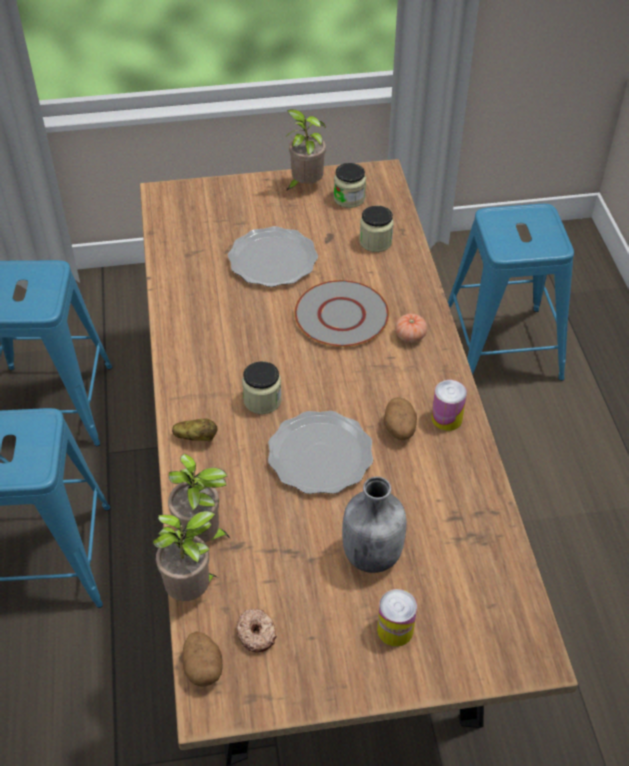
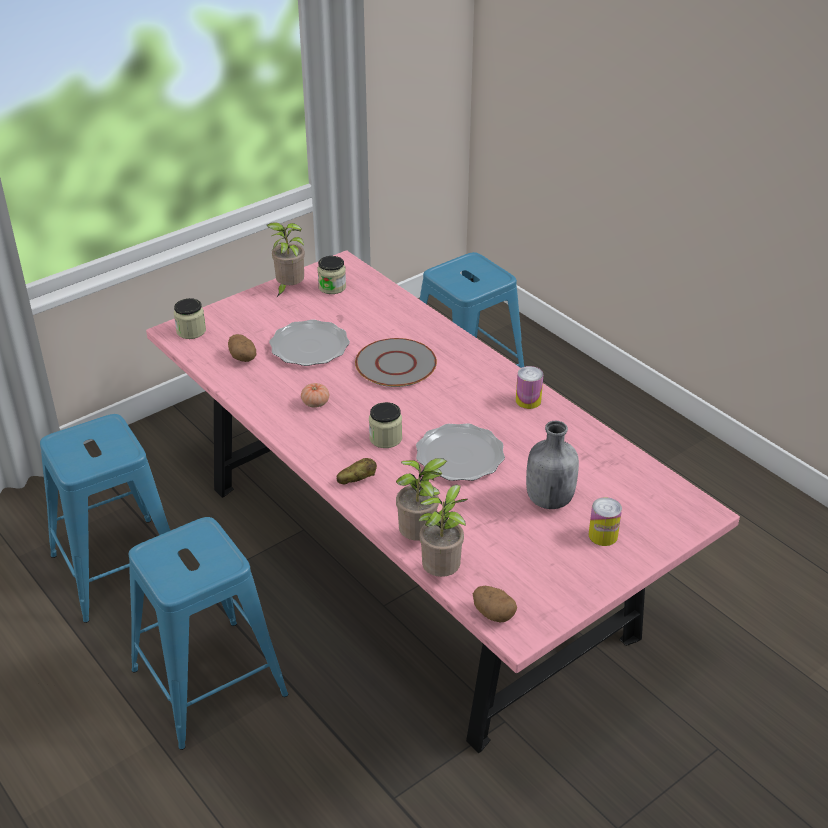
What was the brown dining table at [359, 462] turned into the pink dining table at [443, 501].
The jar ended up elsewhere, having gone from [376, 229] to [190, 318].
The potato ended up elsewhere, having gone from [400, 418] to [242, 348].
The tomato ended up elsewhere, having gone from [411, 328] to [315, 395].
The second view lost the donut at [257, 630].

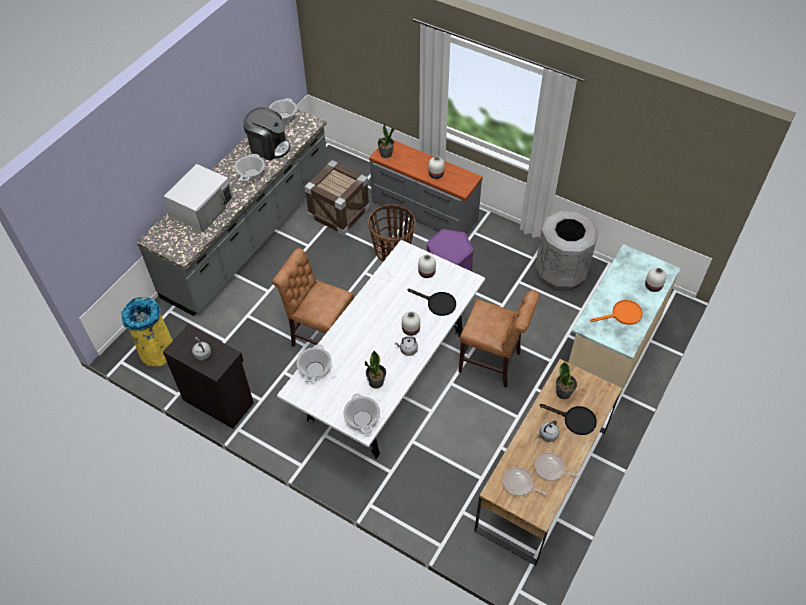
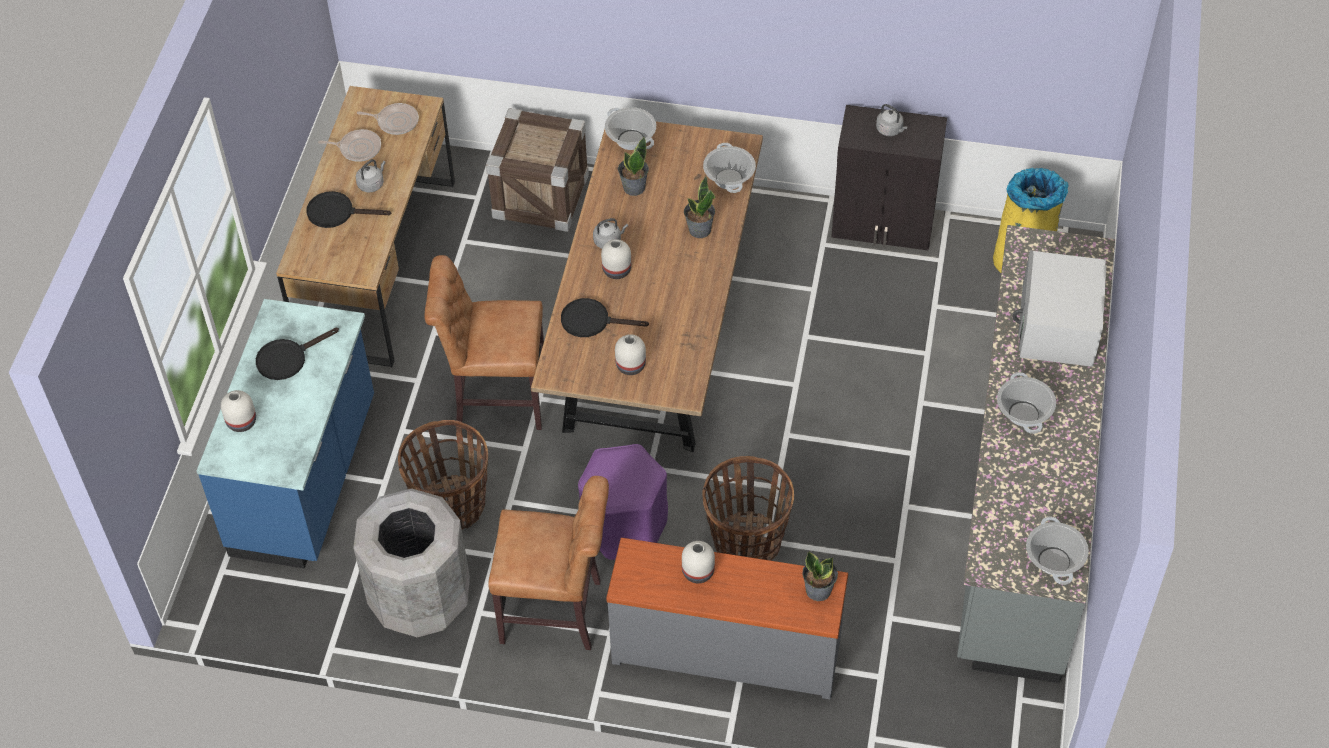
What was the beige counter at [624, 320] turned into the blue counter at [285, 434].
What was the orange frying pan at [616, 312] turned into the black frying pan at [297, 354].
The second view gained the basket at [443, 475].
The crate ended up elsewhere, having gone from [337, 198] to [537, 170].
The brown chair ended up elsewhere, having gone from [313, 297] to [548, 563].
What was the white dining table at [381, 349] turned into the brown dining table at [647, 286].
The potted plant ended up elsewhere, having gone from [566, 380] to [699, 207].
The second view lost the coffee machine at [266, 134].

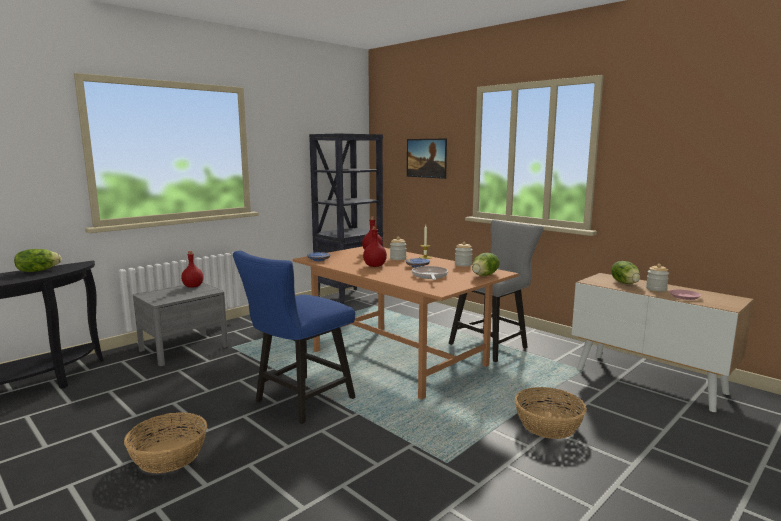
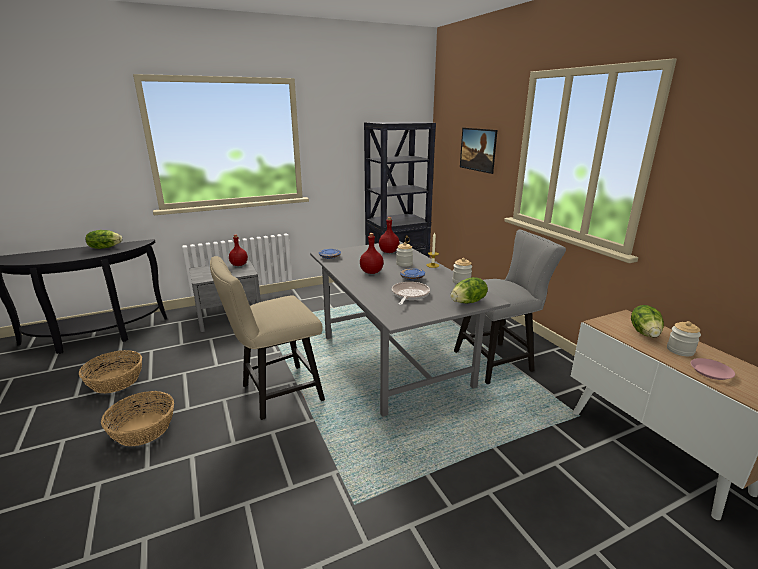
The basket ended up elsewhere, having gone from [551, 413] to [110, 371].
What was the blue chair at [294, 337] turned into the beige chair at [267, 338].
What was the brown dining table at [405, 323] turned into the grey dining table at [410, 329].

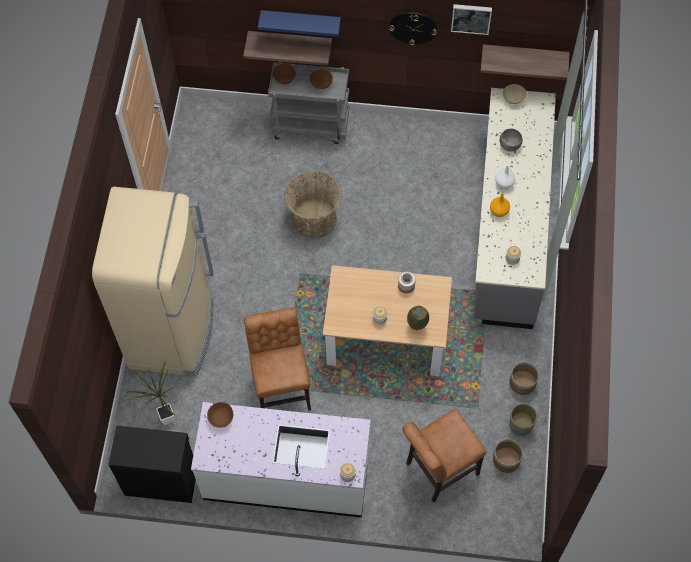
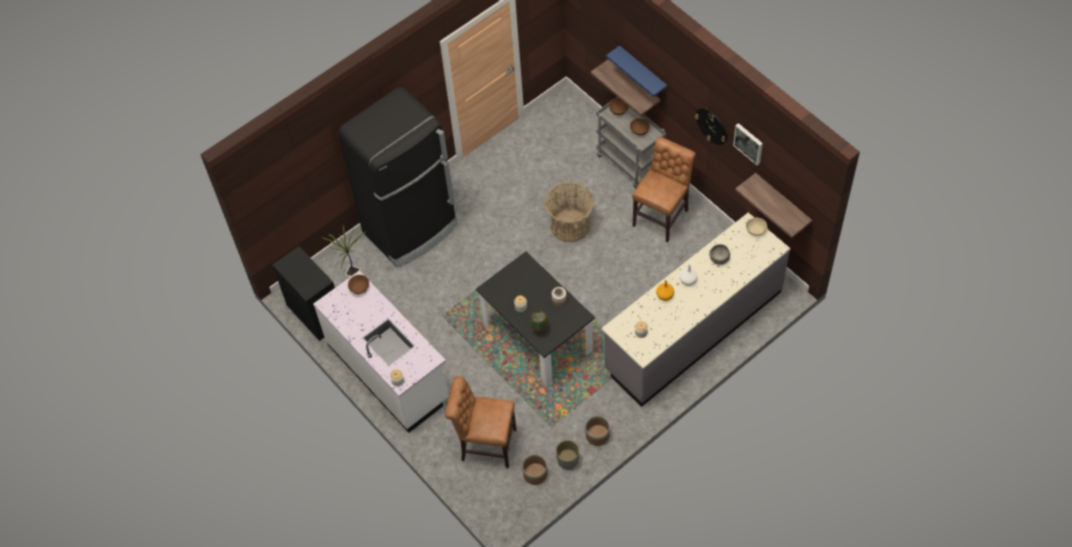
What was the beige fridge at [152, 281] turned into the black fridge at [398, 177].
What was the beige dining table at [387, 320] turned into the black dining table at [535, 319].
The brown chair ended up elsewhere, having gone from [277, 359] to [664, 190].

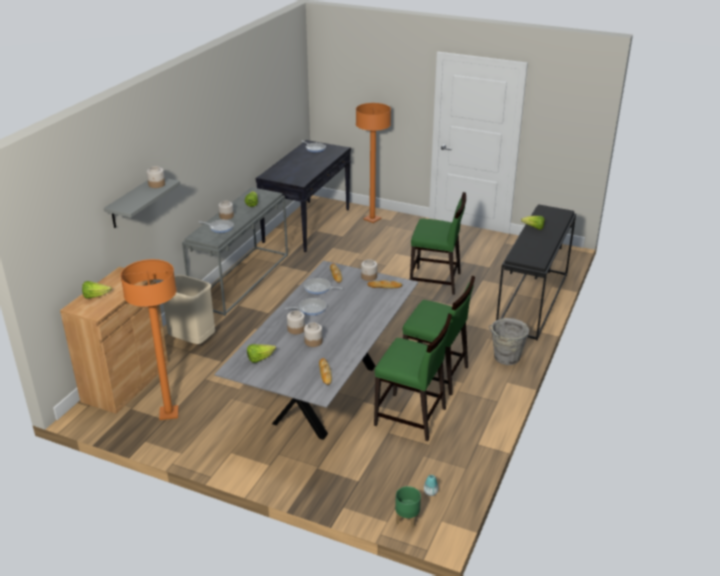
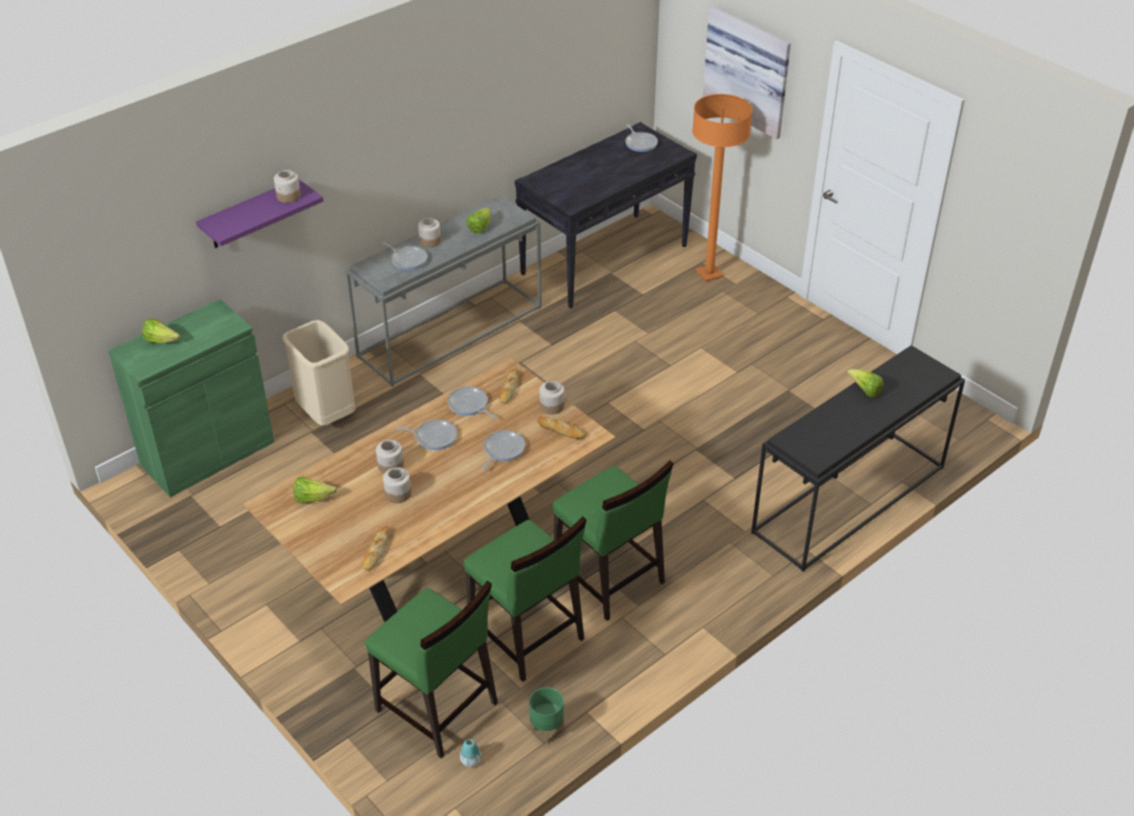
What was the brown cabinet at [114, 340] turned into the green cabinet at [191, 398].
What was the grey shelf at [142, 203] turned into the purple shelf at [260, 213].
What was the grey dining table at [316, 350] turned into the brown dining table at [429, 490].
The green chair ended up elsewhere, having gone from [438, 243] to [431, 669].
The second view gained the frying pan at [503, 450].
The green planter ended up elsewhere, having gone from [408, 507] to [546, 715].
The second view gained the picture at [747, 72].
The second view lost the orange floor lamp at [149, 339].
The second view lost the grey bucket at [509, 341].

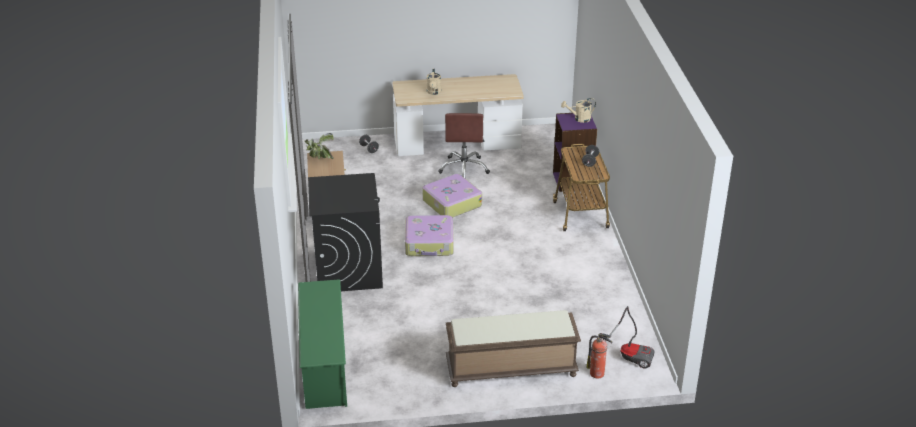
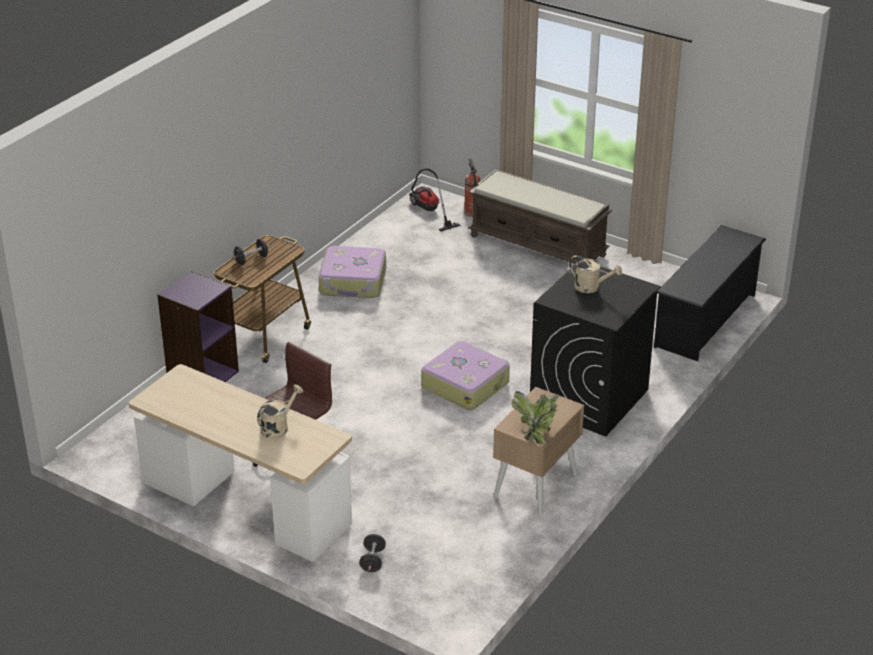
The suitcase ended up elsewhere, having gone from [452, 195] to [352, 272].
The beige watering can ended up elsewhere, having gone from [578, 110] to [595, 274].
What was the green shoe rack at [322, 344] turned into the black shoe rack at [710, 293].

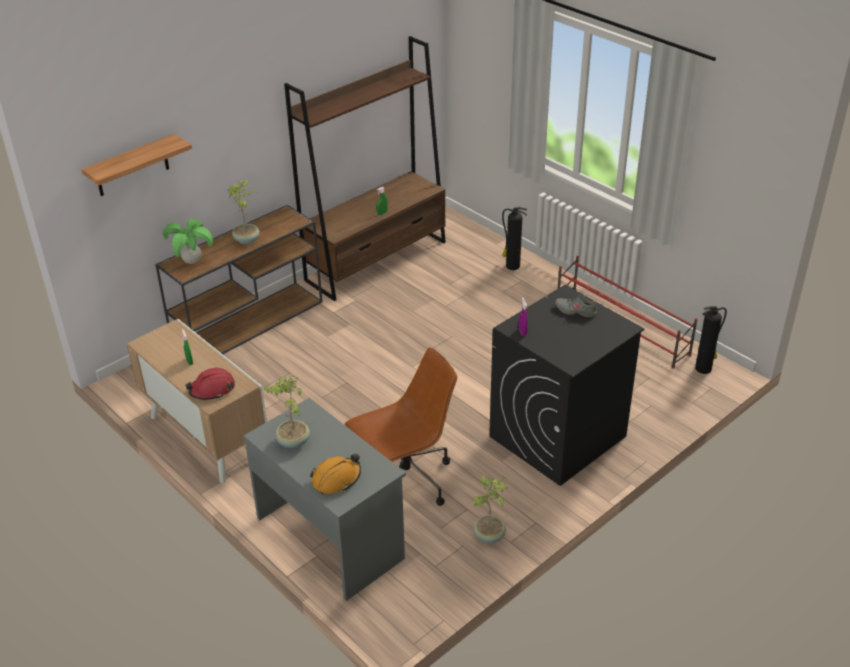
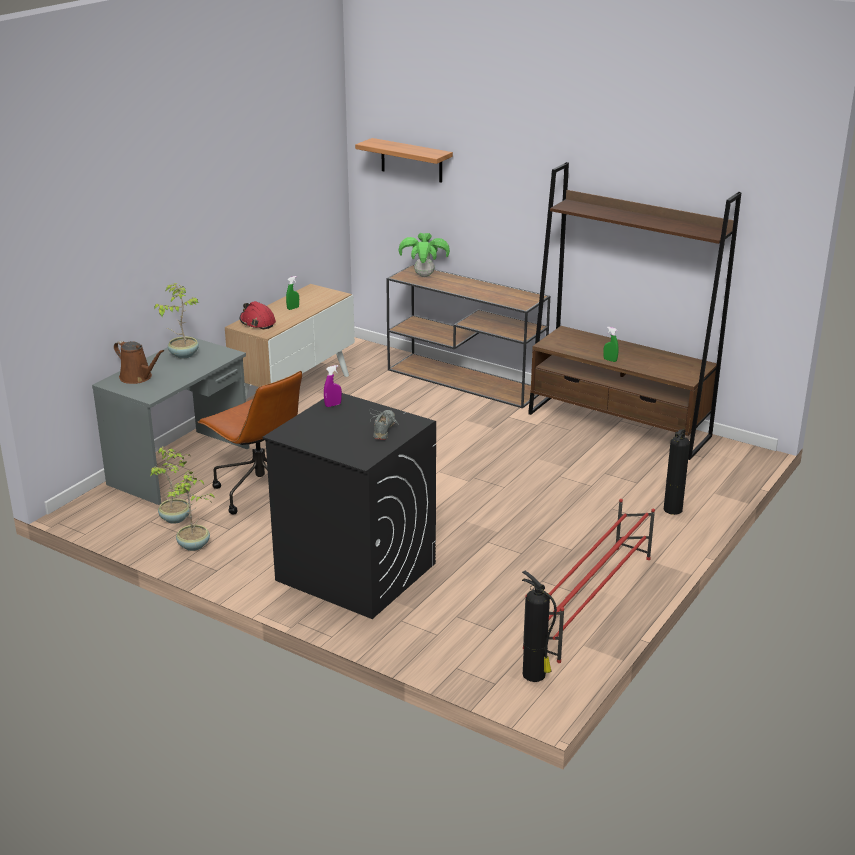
Where the orange hard hat stood at [335, 474], the brown watering can came to stand at [139, 362].
The potted plant ended up elsewhere, having gone from [243, 212] to [170, 485].

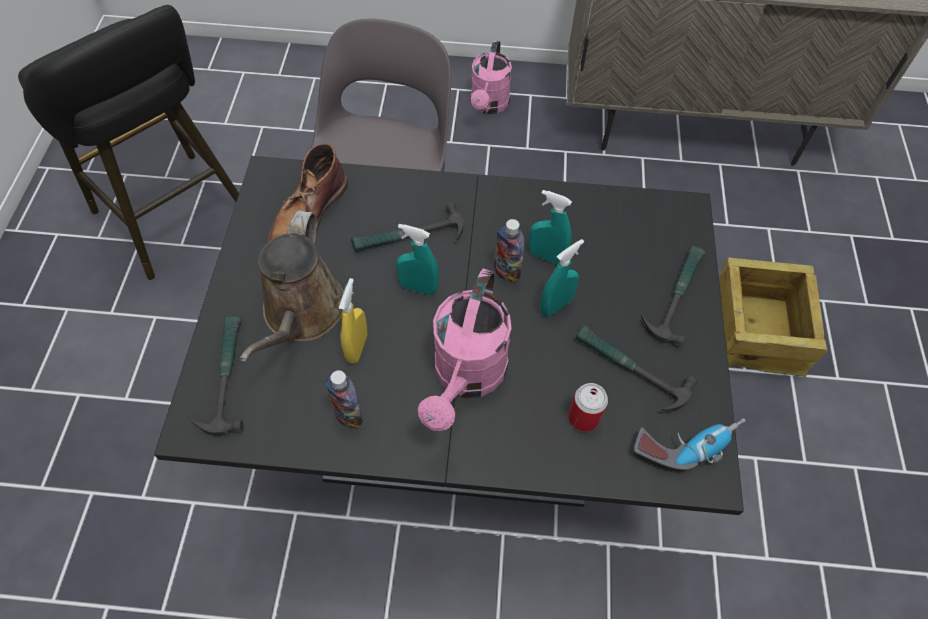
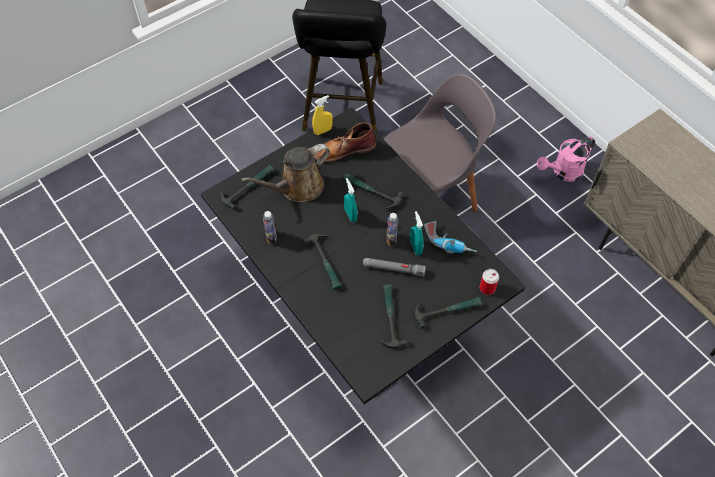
Where the pink watering can stood at [465, 350], the hammer came to stand at [322, 262].
The yellow spray bottle ended up elsewhere, having gone from [353, 321] to [322, 115].
Where the turquoise spray bottle stood at [562, 277], the grey flashlight came to stand at [394, 267].
The power drill ended up elsewhere, having gone from [690, 444] to [450, 237].
The can ended up elsewhere, having gone from [588, 407] to [489, 282].
The second view lost the crate at [773, 317].

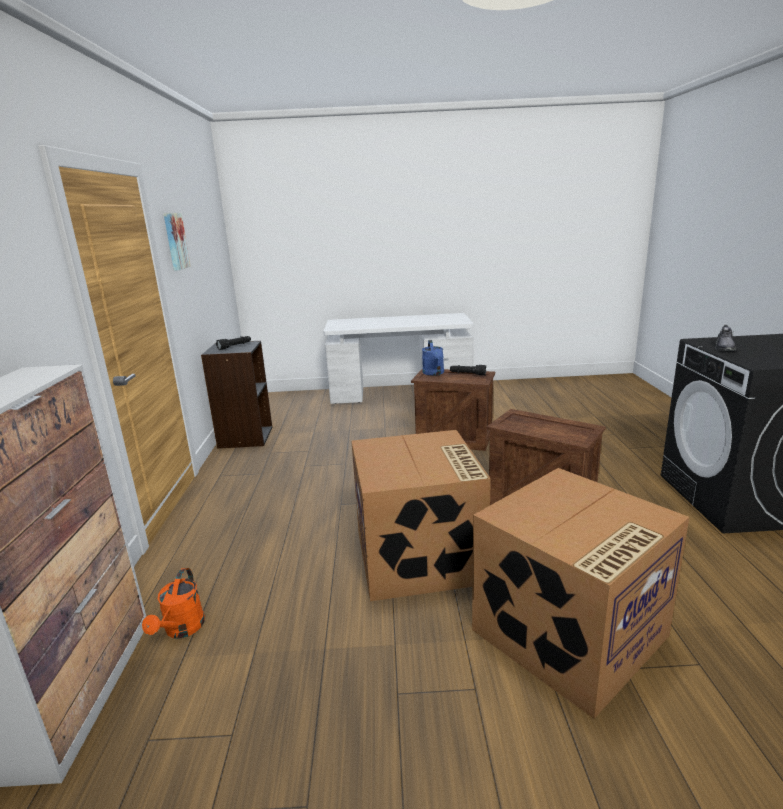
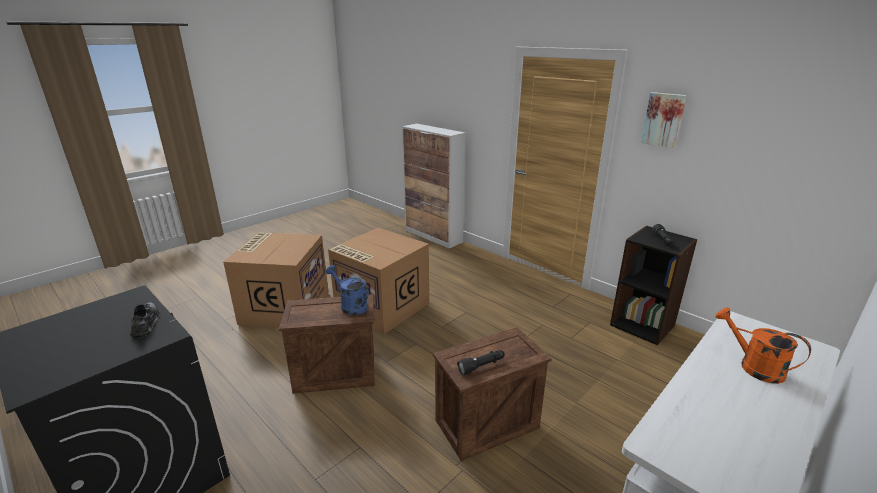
The blue watering can ended up elsewhere, having gone from [433, 357] to [347, 290].
The orange watering can ended up elsewhere, having gone from [173, 603] to [763, 345].

